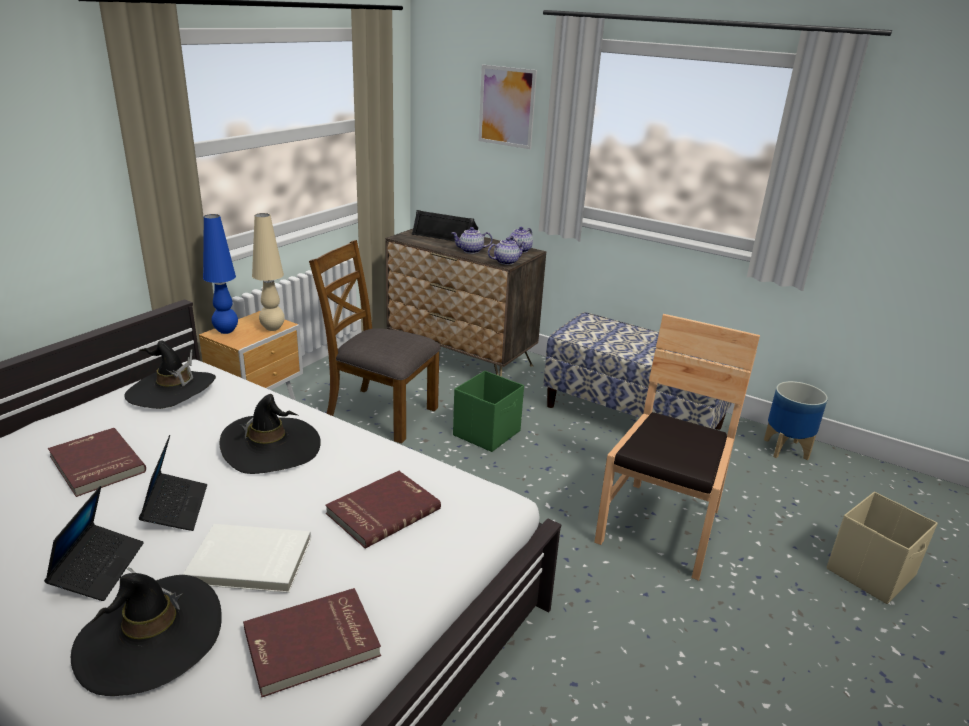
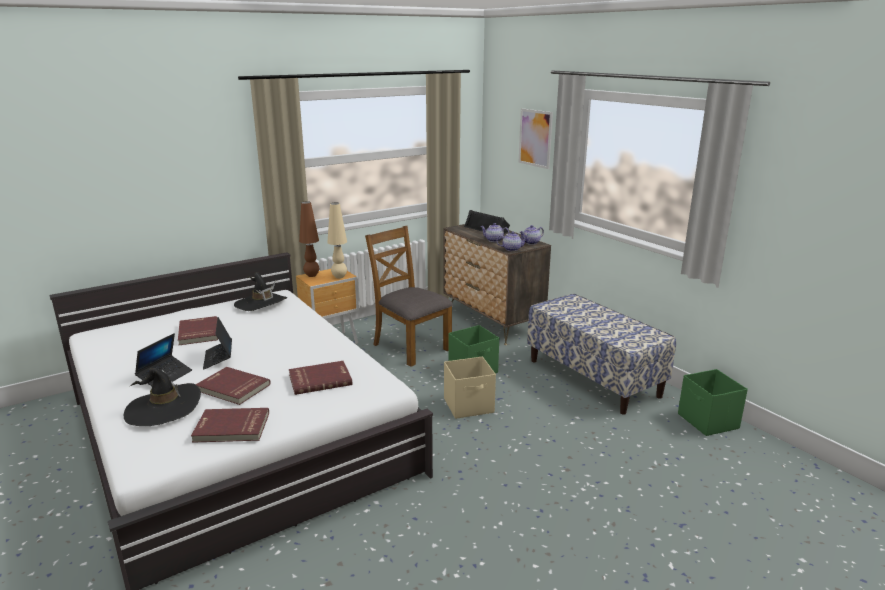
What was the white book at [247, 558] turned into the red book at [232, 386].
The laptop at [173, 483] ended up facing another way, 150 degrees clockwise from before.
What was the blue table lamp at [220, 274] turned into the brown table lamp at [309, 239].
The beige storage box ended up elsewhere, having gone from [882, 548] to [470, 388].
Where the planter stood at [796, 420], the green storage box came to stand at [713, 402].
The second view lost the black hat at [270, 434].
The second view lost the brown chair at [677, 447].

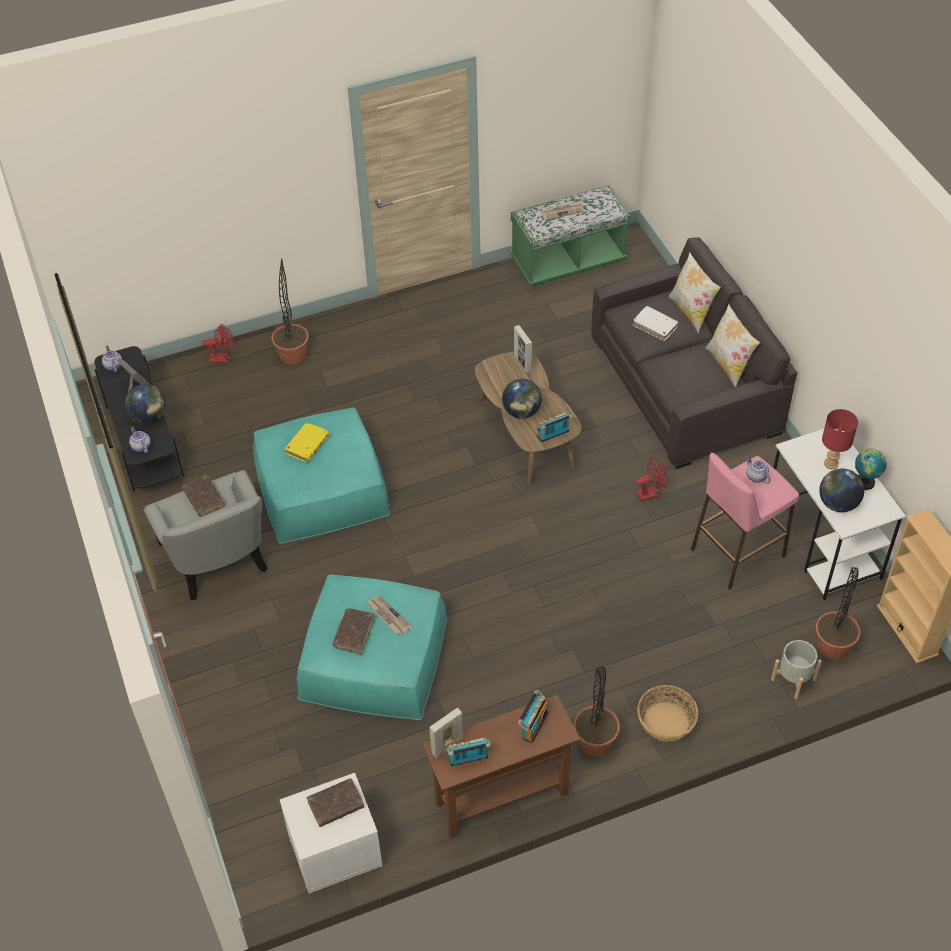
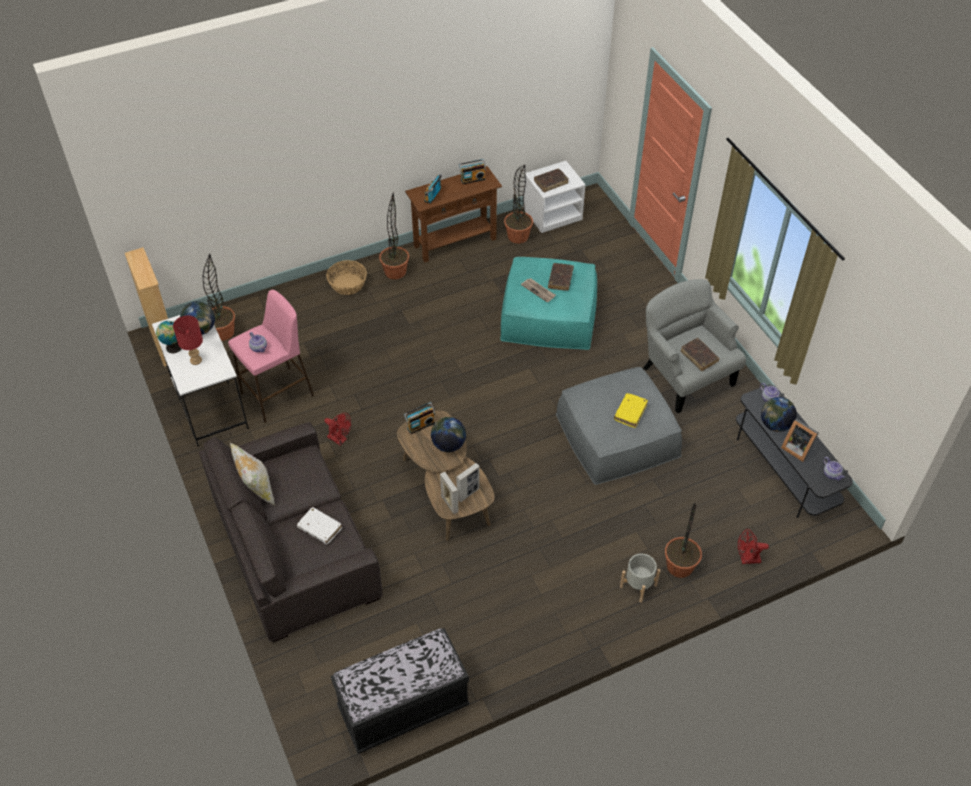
The red fan at [652, 479] ended up facing another way, 120 degrees counterclockwise from before.
What was the green bench at [570, 236] turned into the black bench at [400, 691].
The picture frame ended up elsewhere, having gone from [446, 733] to [468, 482].
The second view gained the potted plant at [518, 204].
What was the turquoise ottoman at [321, 475] turned into the grey ottoman at [619, 426].
The grey planter ended up elsewhere, having gone from [796, 669] to [640, 578].
The second view lost the newspaper at [562, 210].
The second view lost the pillow at [694, 292].

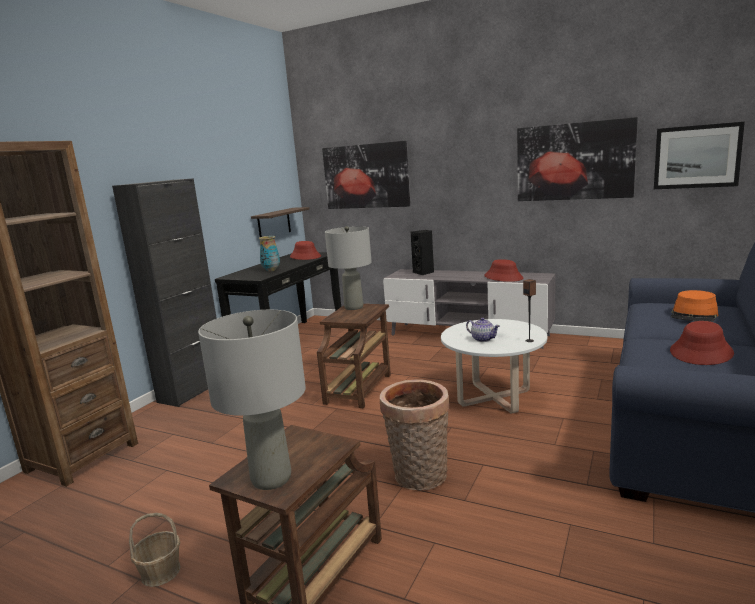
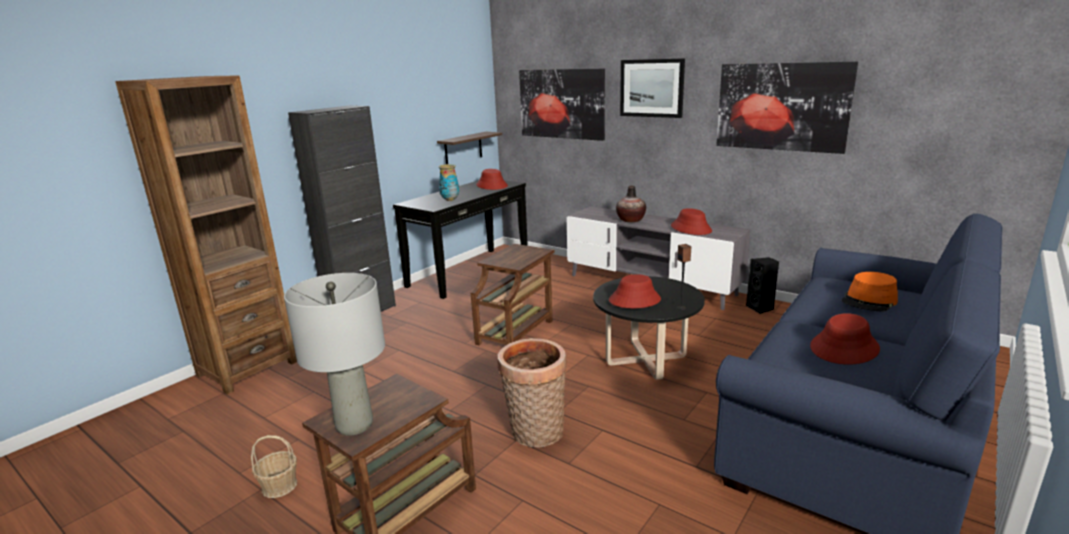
What was the white coffee table at [494, 366] turned into the black coffee table at [649, 328].
Where the teapot stood at [483, 330], the red hat came to stand at [635, 291].
The second view gained the vase at [631, 204].
The picture ended up elsewhere, having gone from [699, 155] to [652, 88].
The black speaker ended up elsewhere, having gone from [422, 252] to [762, 285].
The second view lost the grey table lamp at [348, 268].

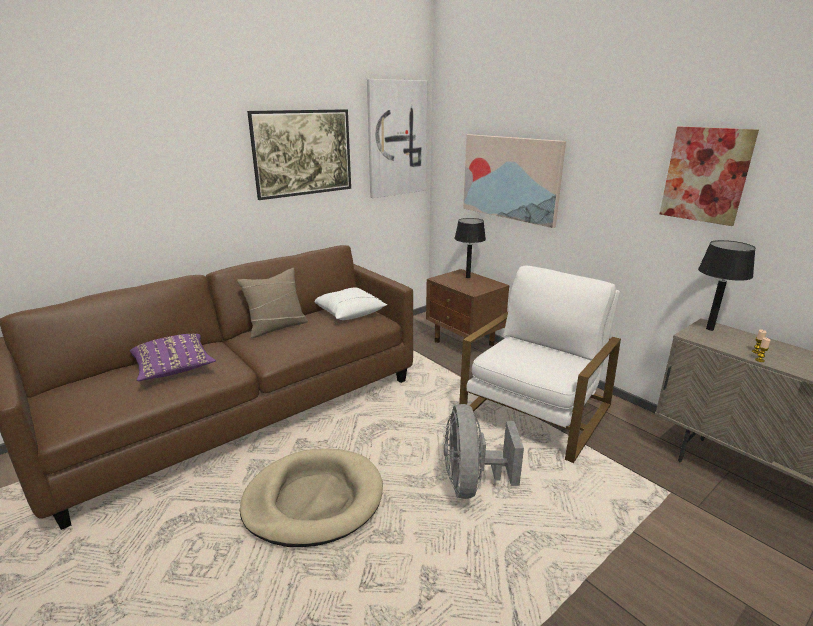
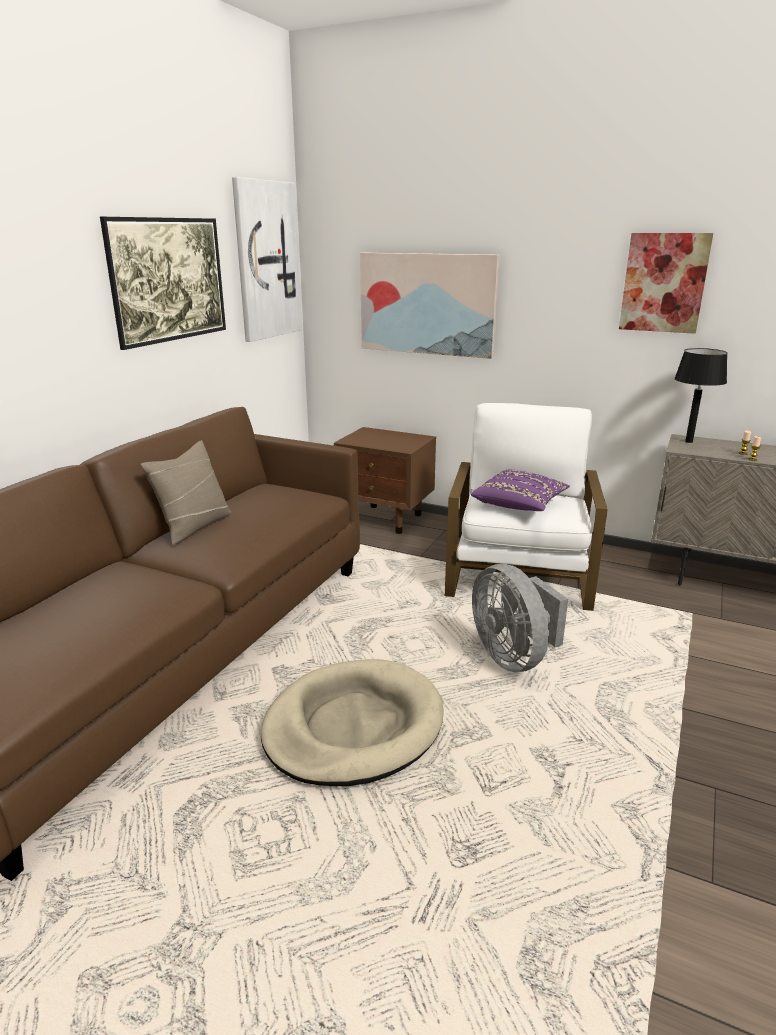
The purple pillow ended up elsewhere, having gone from [173, 357] to [520, 490].
The second view lost the white pillow at [351, 303].
The second view lost the black table lamp at [470, 248].

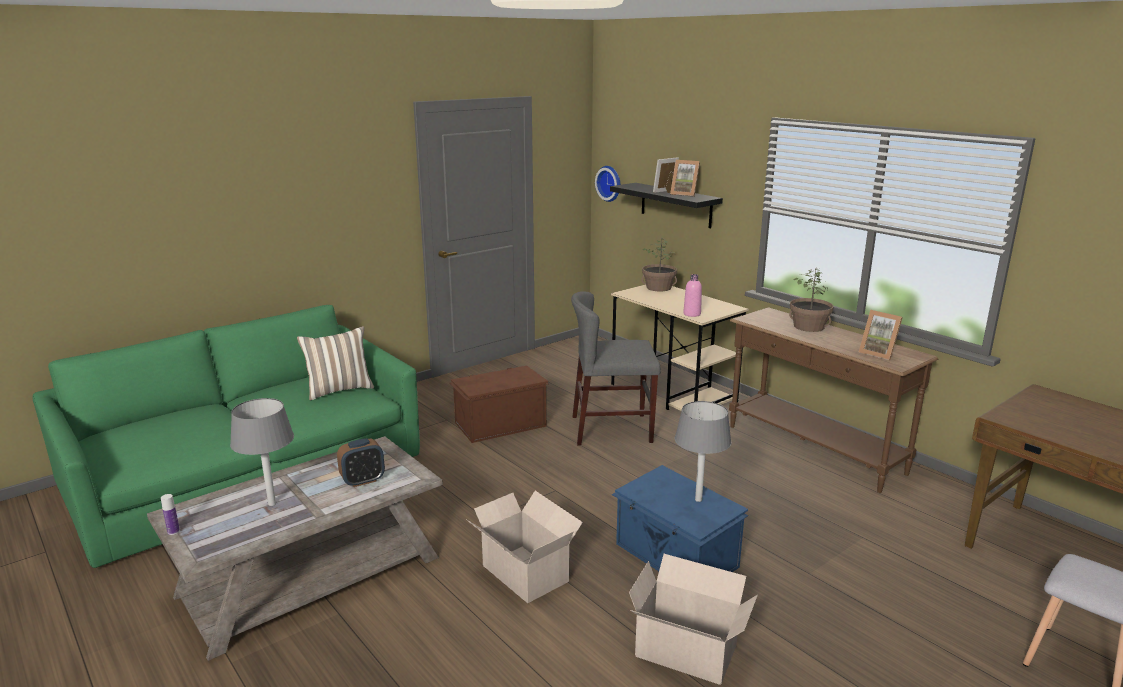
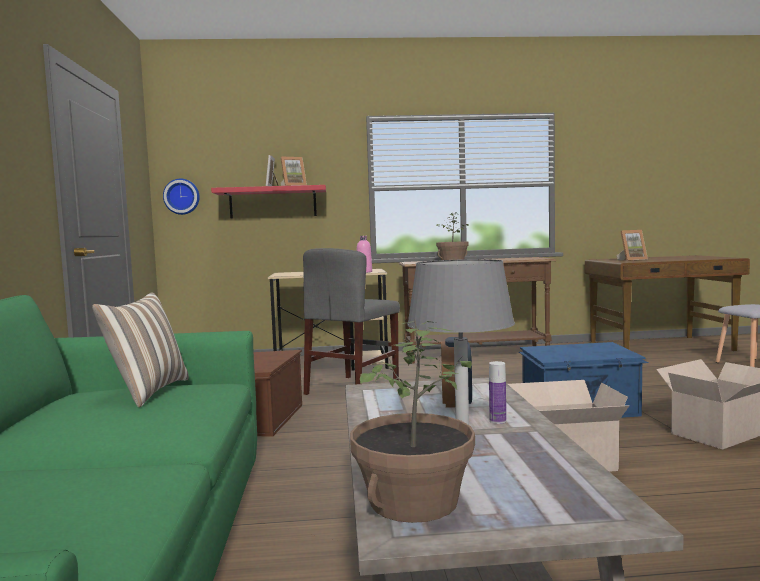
What was the black shelf at [666, 205] turned into the red shelf at [268, 202].
The potted plant ended up elsewhere, having gone from [659, 265] to [412, 421].
The bottle ended up elsewhere, having gone from [170, 514] to [497, 392].
The picture frame ended up elsewhere, having gone from [881, 335] to [632, 245].
The second view lost the grey table lamp at [703, 451].

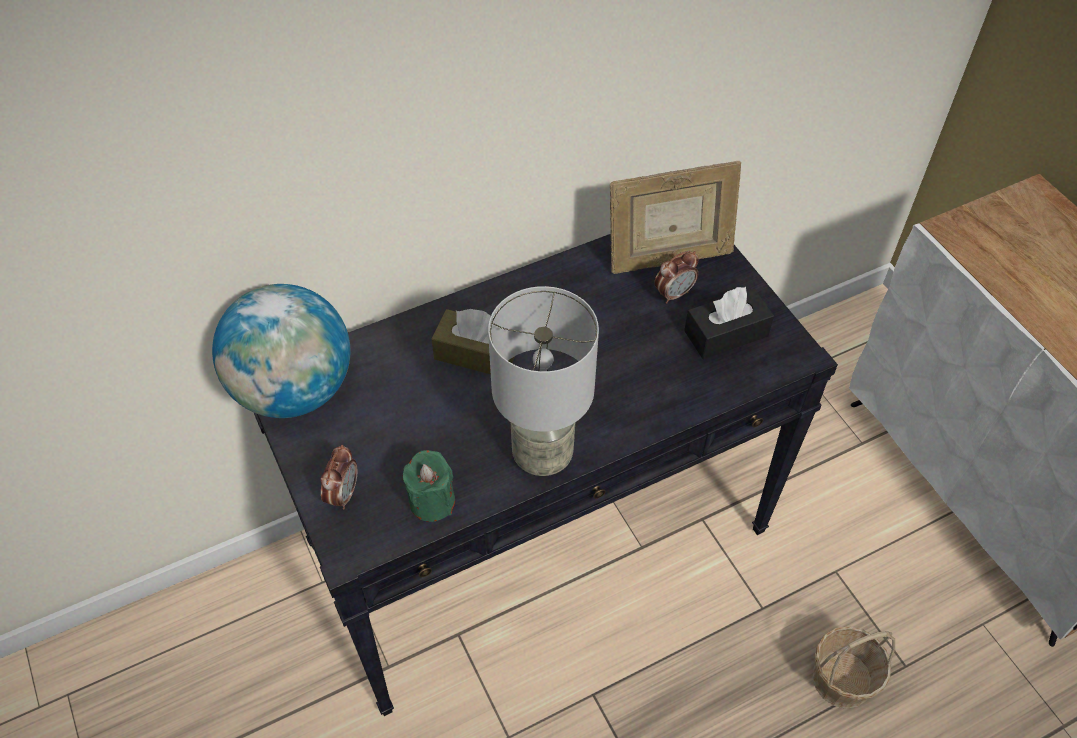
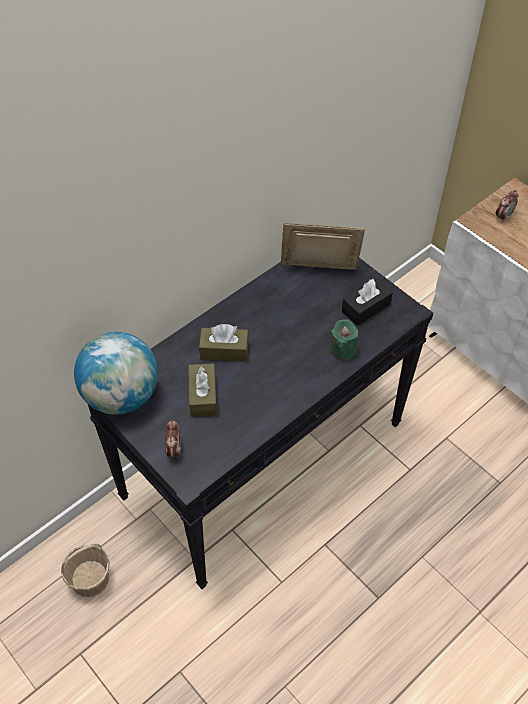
The basket ended up elsewhere, having gone from [853, 667] to [85, 570].
The second view gained the brown tissue box at [202, 390].
The picture frame at [675, 217] ended up facing another way, 150 degrees counterclockwise from before.
The green candle ended up elsewhere, having gone from [429, 486] to [344, 339].
The alarm clock ended up elsewhere, having gone from [676, 277] to [507, 206].
The second view lost the grey table lamp at [543, 381].

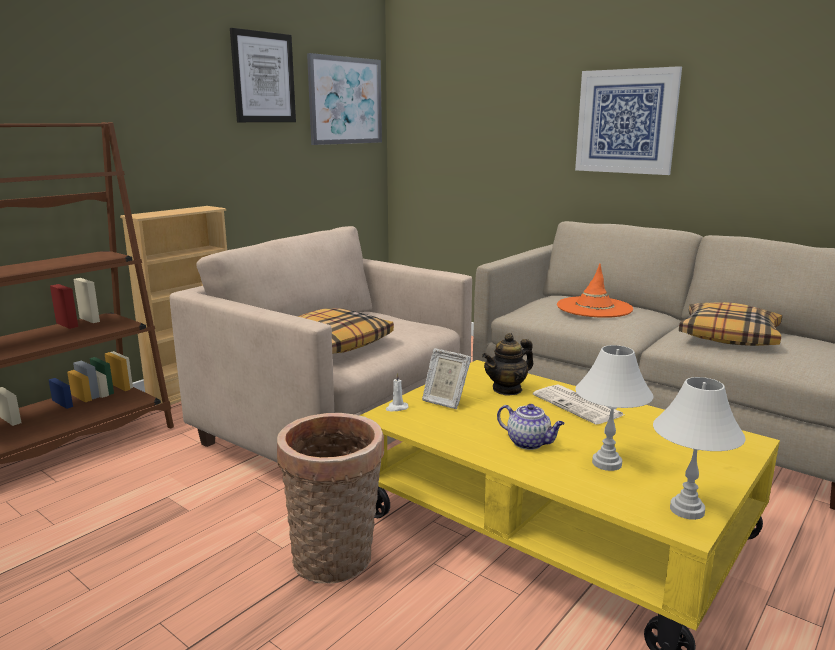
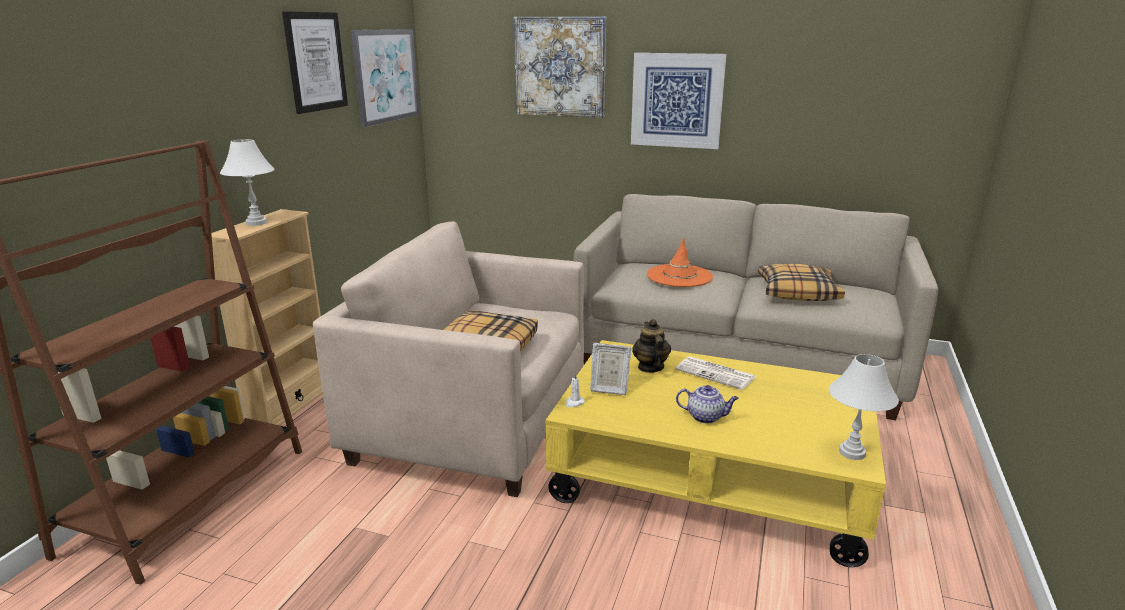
The white table lamp ended up elsewhere, having gone from [614, 408] to [247, 182].
The second view gained the picture at [560, 67].
The teapot at [508, 364] ended up facing another way, 135 degrees clockwise from before.
The second view lost the basket at [330, 498].

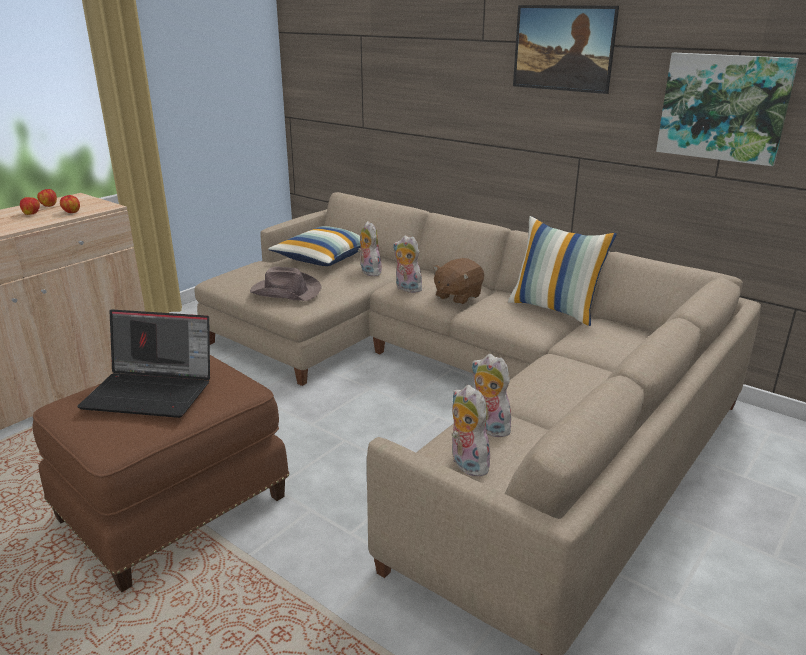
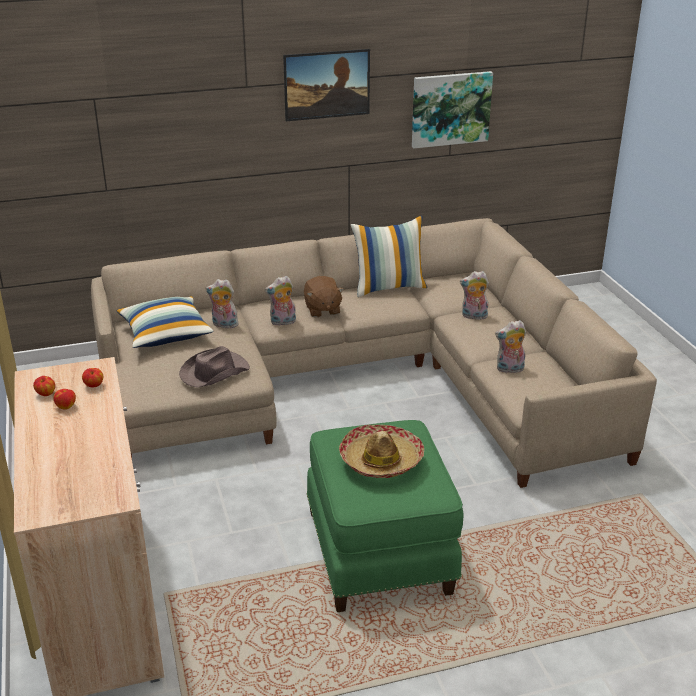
What was the brown ottoman at [161, 473] turned into the green ottoman at [385, 516].
Where the laptop stood at [143, 363], the hat came to stand at [381, 451].
The plush toy ended up elsewhere, having gone from [473, 430] to [474, 295].

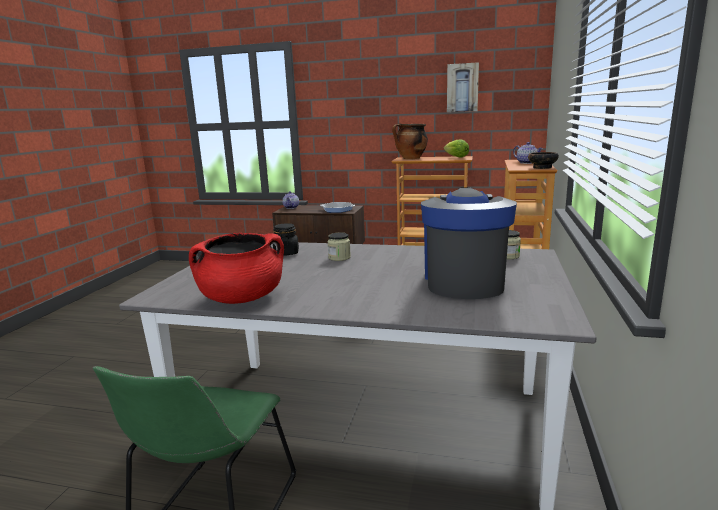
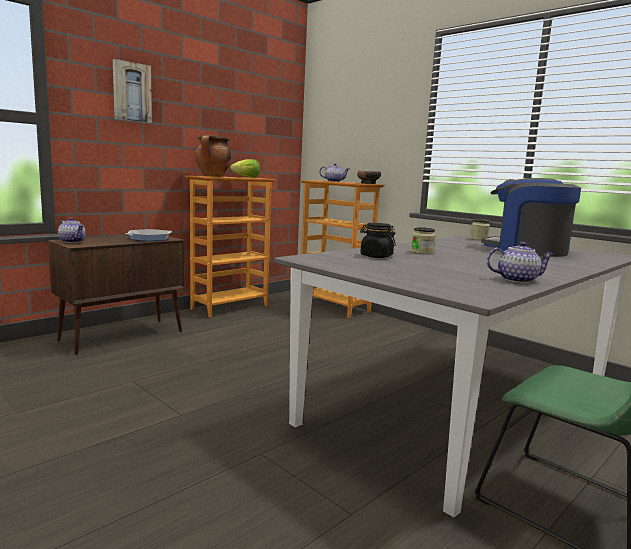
The picture ended up elsewhere, having gone from [463, 87] to [132, 91].
Where the red cooking pot stood at [236, 268], the teapot came to stand at [520, 262].

